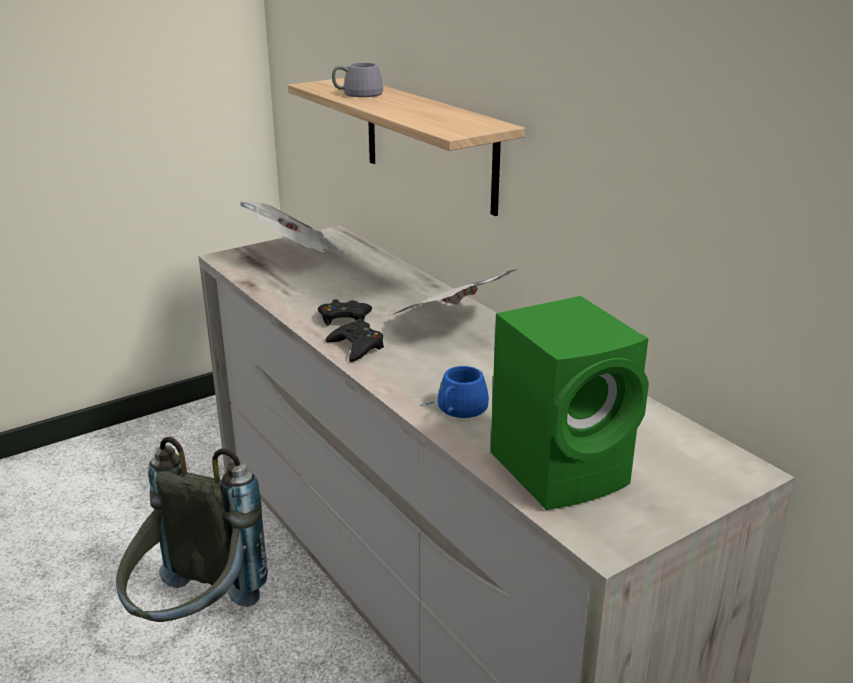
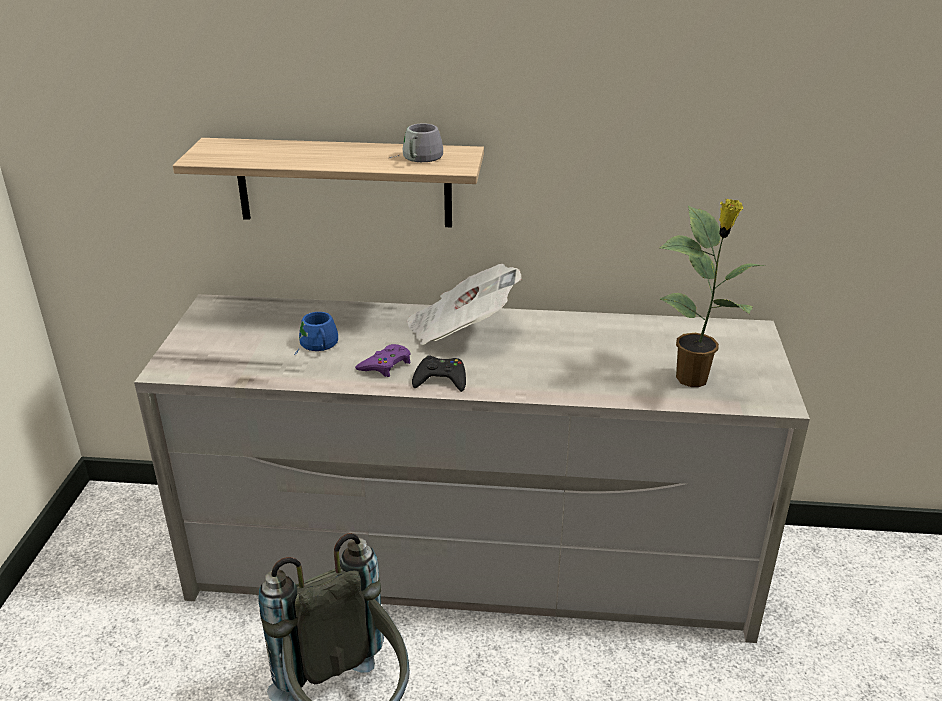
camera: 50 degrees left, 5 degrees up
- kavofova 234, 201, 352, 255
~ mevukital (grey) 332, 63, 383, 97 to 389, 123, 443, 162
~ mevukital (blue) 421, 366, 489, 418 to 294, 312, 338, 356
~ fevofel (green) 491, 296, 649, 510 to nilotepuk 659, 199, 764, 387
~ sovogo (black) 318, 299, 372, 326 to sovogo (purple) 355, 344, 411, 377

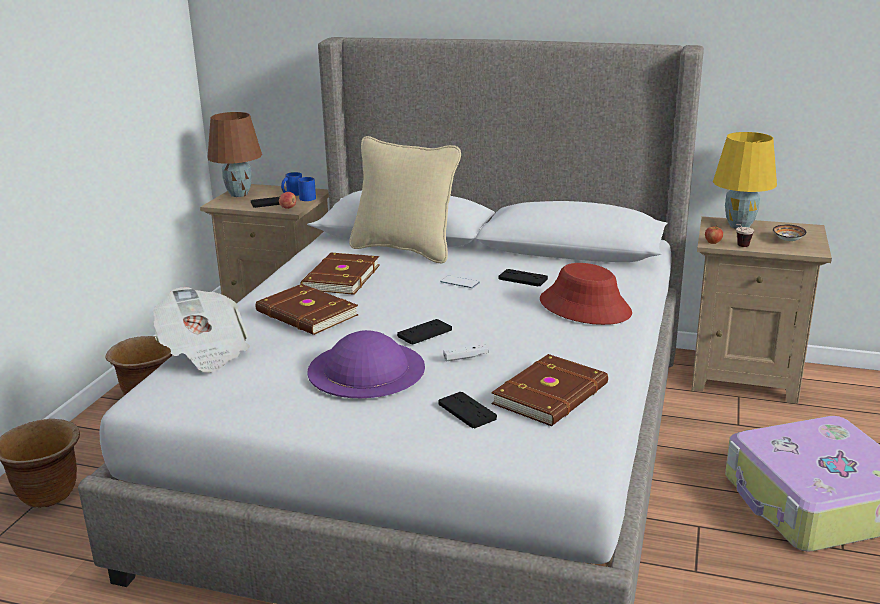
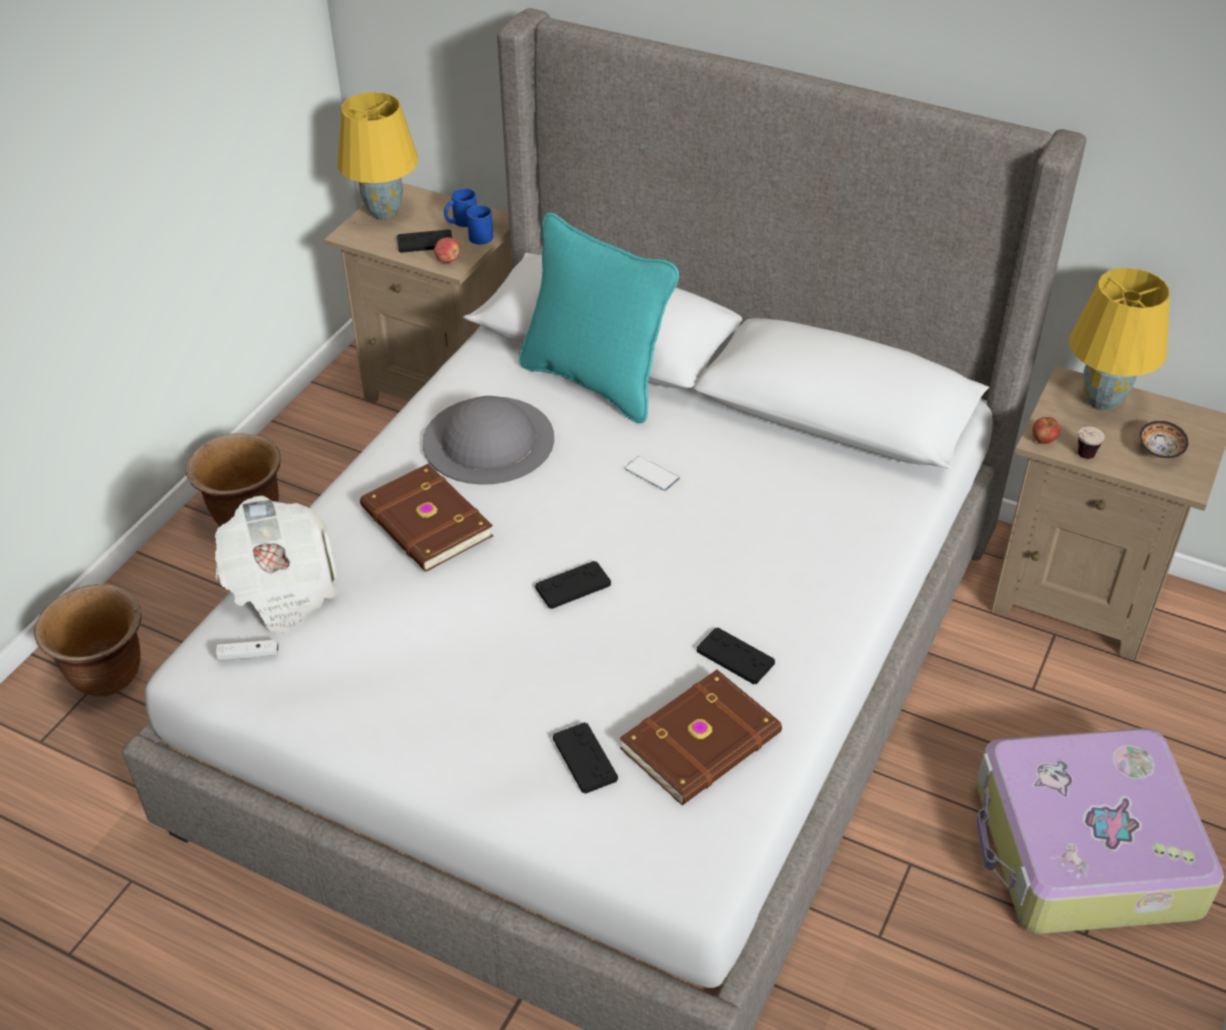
camera: 10 degrees right, 20 degrees up
- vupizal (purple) 307, 330, 425, 398
- vupizal (red) 540, 263, 632, 325
~ sovogo (white) 443, 344, 489, 361 to 216, 640, 279, 661
~ sovogo (black) 498, 269, 548, 287 to 697, 628, 775, 684
~ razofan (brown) 300, 253, 380, 295 to vupizal (grey) 422, 396, 554, 485
~ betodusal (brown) 207, 112, 262, 197 to betodusal (yellow) 337, 92, 418, 220
~ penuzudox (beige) 349, 136, 461, 263 to penuzudox (turquoise) 518, 212, 679, 423

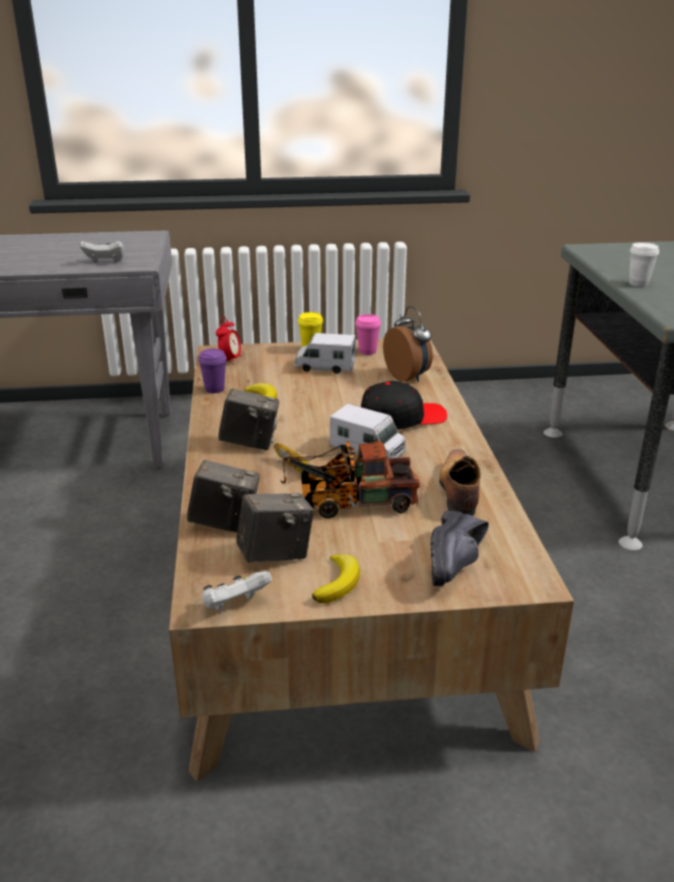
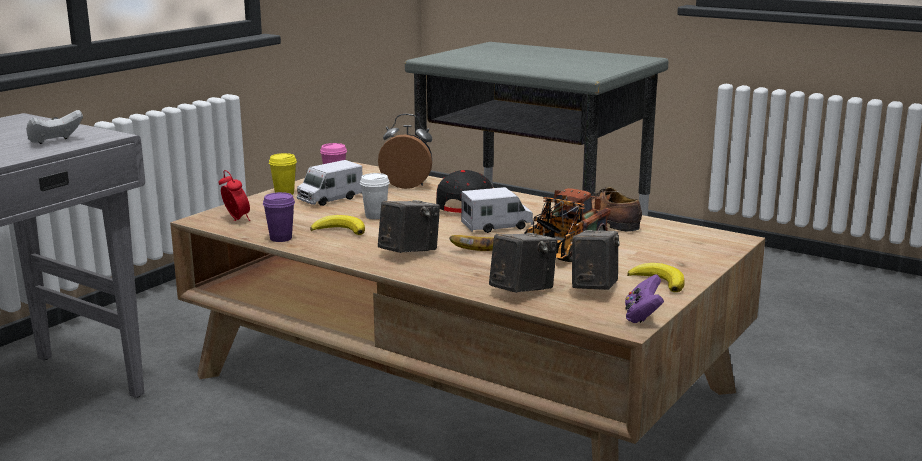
camera: 50 degrees left, 10 degrees down
- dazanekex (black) 431, 511, 489, 586
~ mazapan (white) 629, 242, 659, 287 to 360, 173, 390, 219
~ sovogo (white) 202, 571, 272, 611 to sovogo (purple) 625, 274, 664, 323

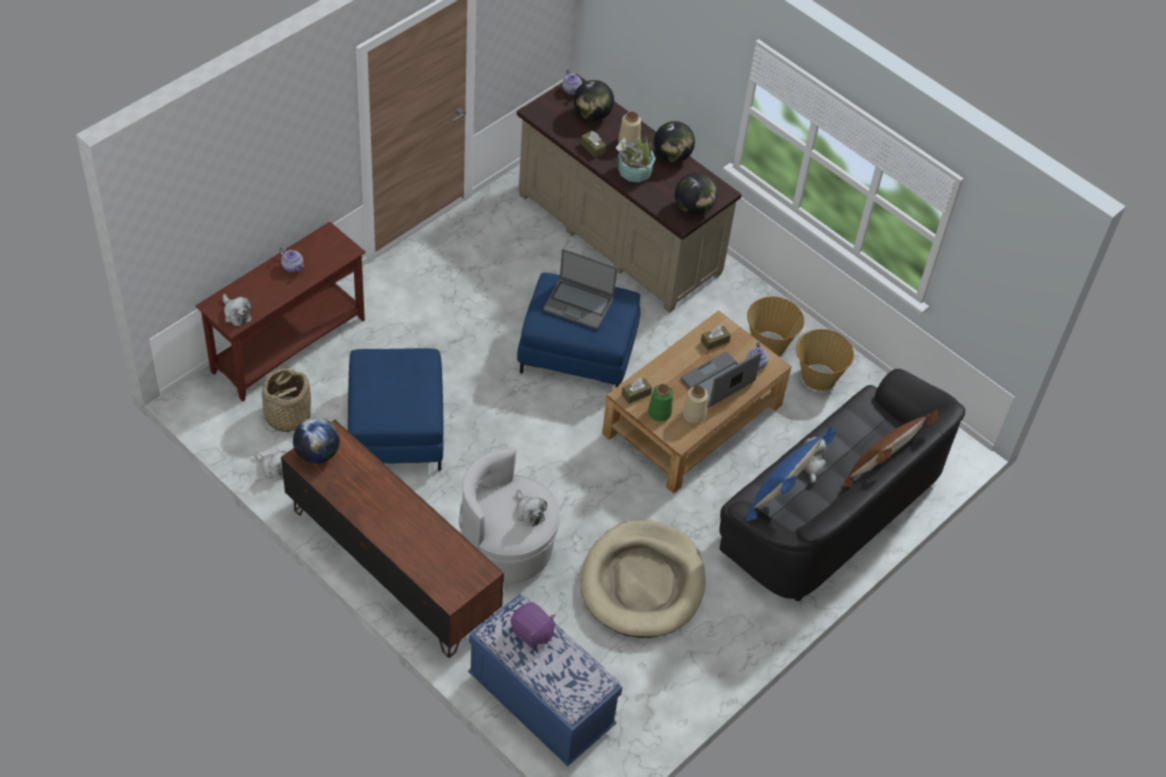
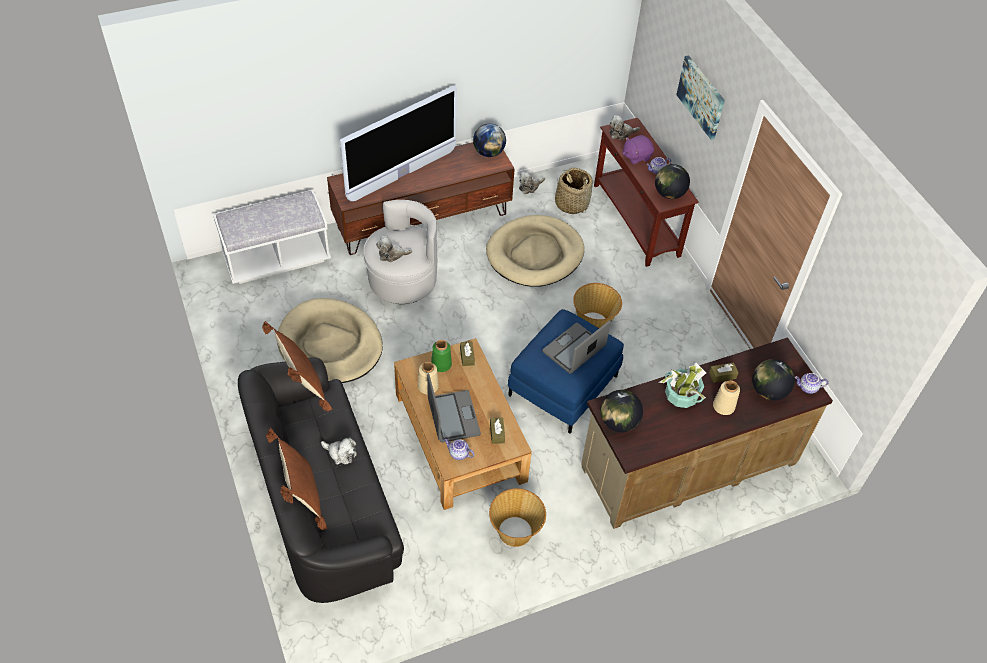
camera: 115 degrees right, 0 degrees up
+ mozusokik 340, 85, 457, 201
+ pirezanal 676, 55, 725, 140
~ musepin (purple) 510, 602, 555, 648 to 623, 135, 654, 165
~ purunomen 654, 121, 695, 163 to 655, 164, 690, 199
~ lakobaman 796, 329, 854, 391 to 573, 283, 622, 328
~ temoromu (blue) 348, 348, 443, 470 to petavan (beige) 486, 215, 585, 287
~ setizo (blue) 468, 594, 622, 766 to setizo (white) 213, 190, 331, 284
~ penuzudox (blue) 746, 427, 835, 521 to penuzudox (brown) 262, 321, 332, 411

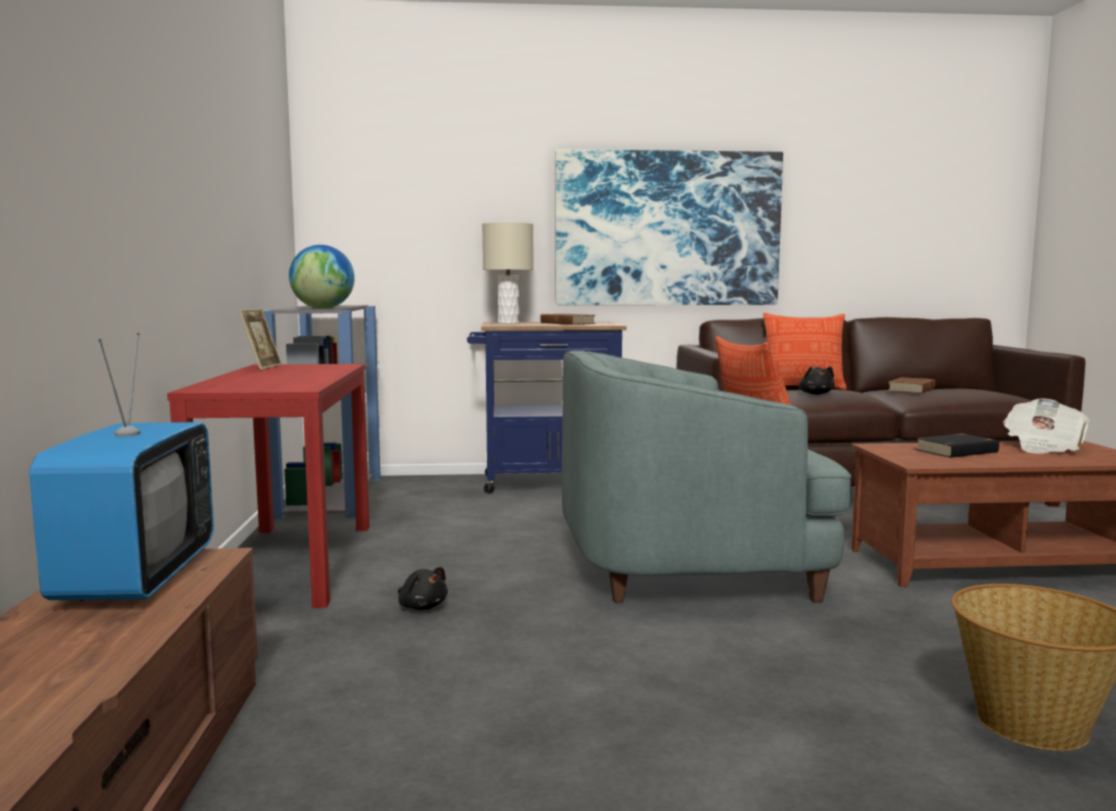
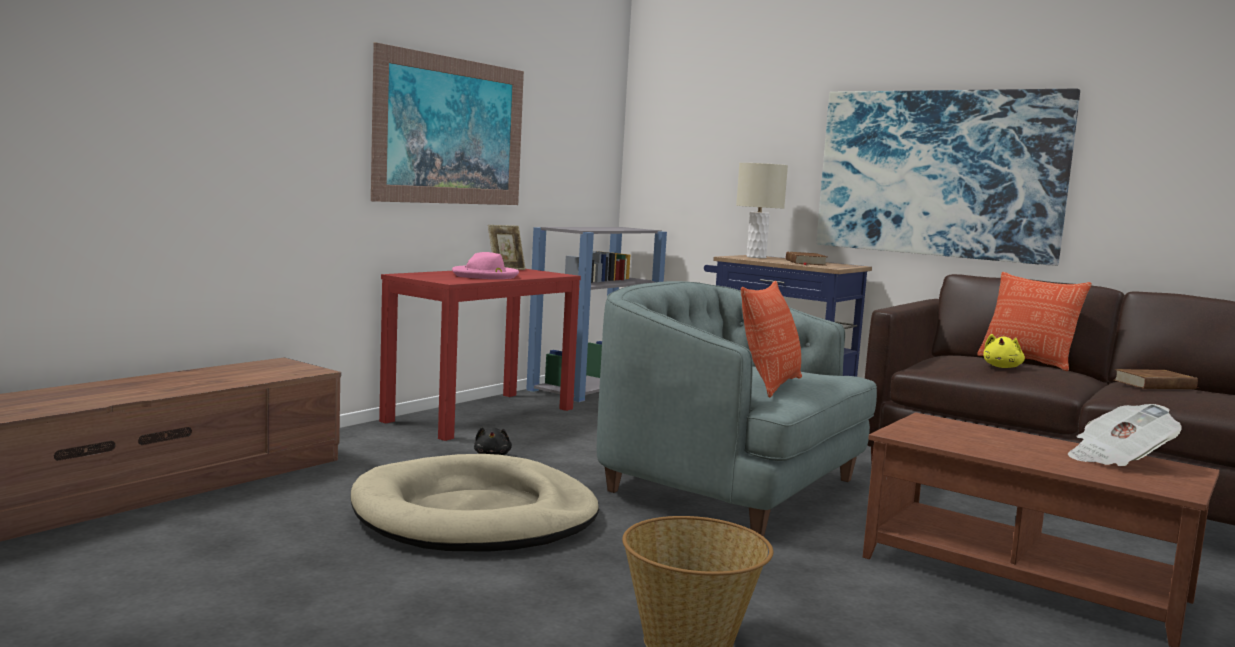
camera: 40 degrees right, 0 degrees up
- mozusokik 29, 333, 214, 601
- purunomen 289, 245, 355, 309
- razofan (black) 915, 433, 999, 458
+ petavan (beige) 350, 454, 599, 552
+ pirezanal 371, 42, 524, 205
+ vupizal (pink) 452, 252, 519, 279
~ musepin (black) 799, 366, 834, 395 to musepin (yellow) 983, 334, 1025, 368

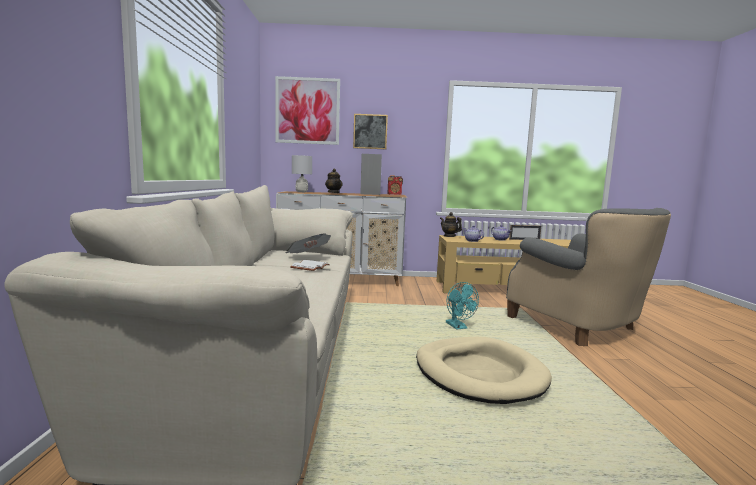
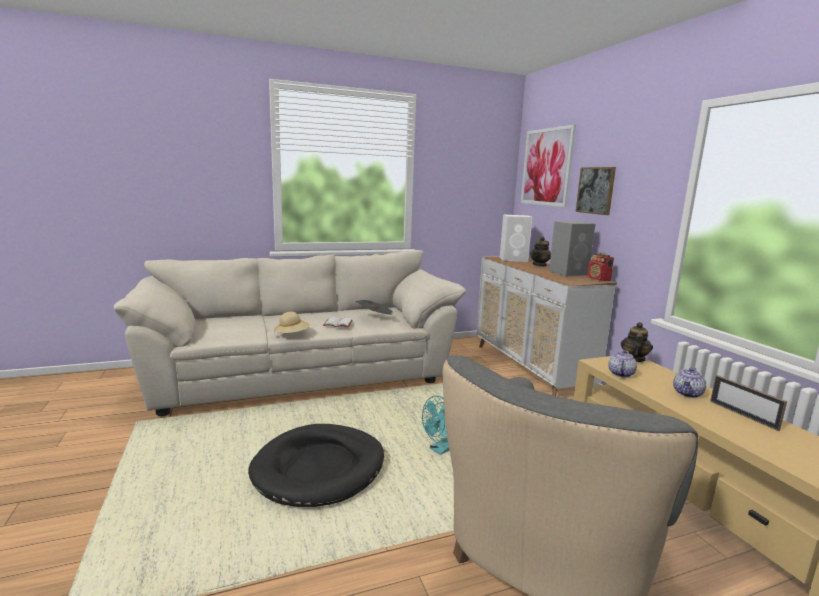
camera: 70 degrees right, 5 degrees up
+ vupizal (beige) 274, 312, 310, 336
~ betodusal (grey) 292, 155, 312, 192 to fevofel (white) 500, 215, 532, 262
~ petavan (beige) 416, 337, 552, 404 to petavan (black) 248, 424, 384, 507

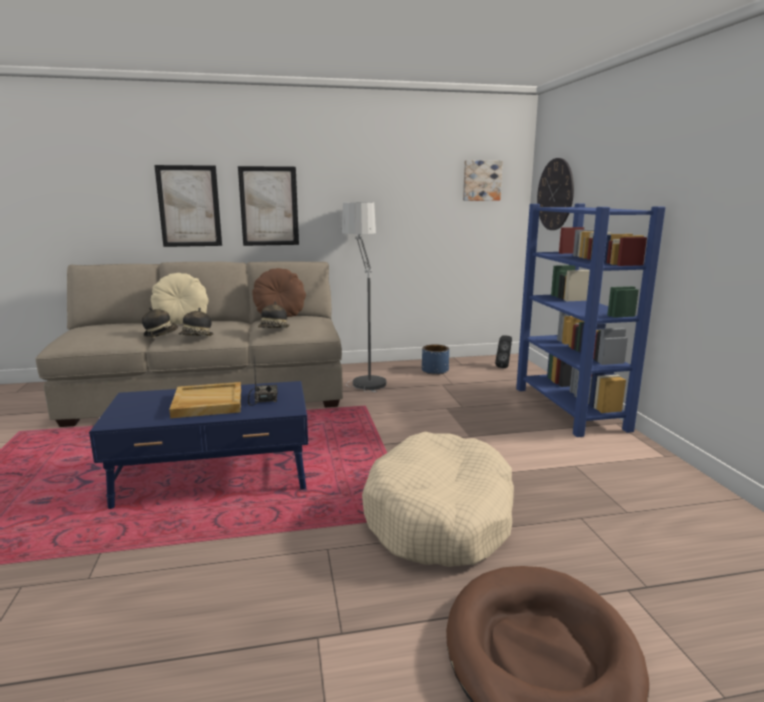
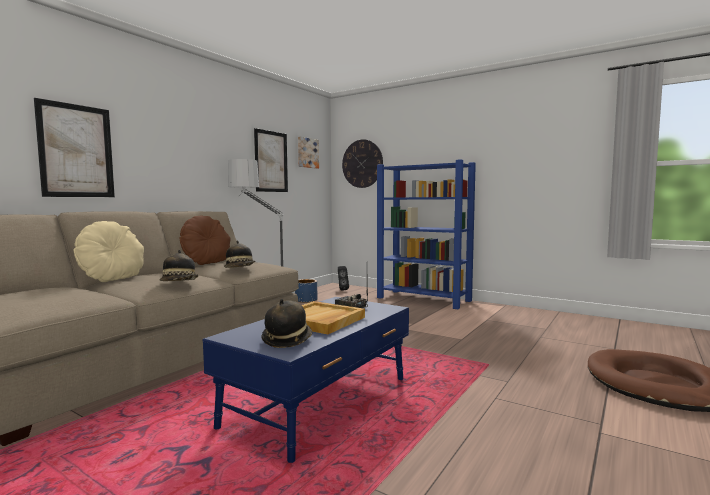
camera: 45 degrees left, 10 degrees down
- petavan (beige) 362, 432, 514, 567
~ vupizal 142, 307, 178, 337 to 261, 299, 312, 348
~ pirezanal 238, 166, 299, 246 to 254, 128, 288, 192

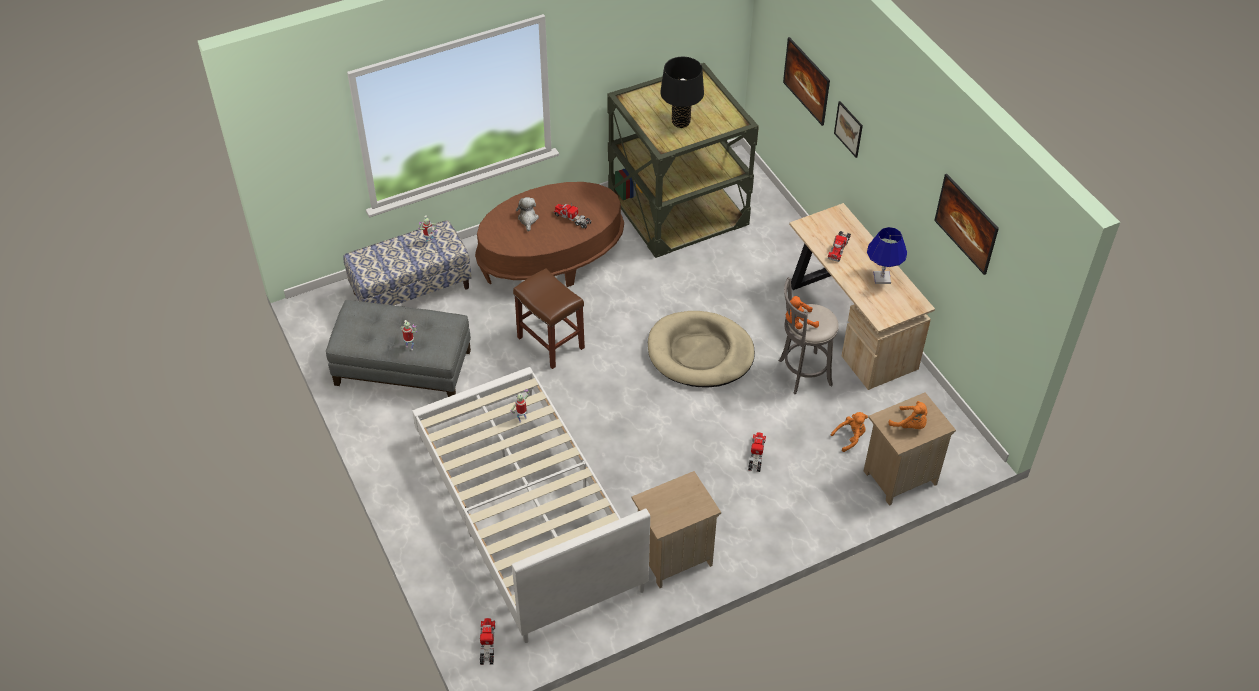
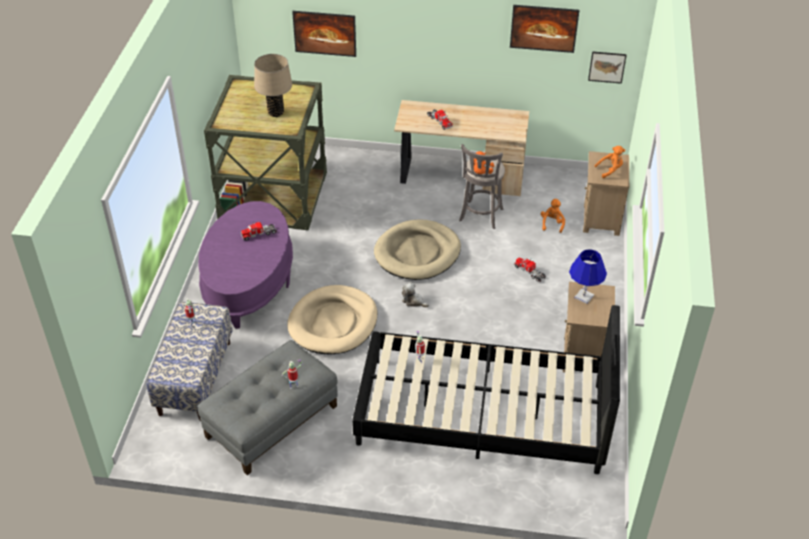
camera: 55 degrees left, 5 degrees down
- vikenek 480, 618, 495, 665
~ musepin 516, 197, 539, 232 to 402, 282, 429, 307
~ pirezanal 834, 101, 863, 158 to 588, 51, 627, 84
~ betodusal (blue) 867, 227, 907, 284 to 569, 249, 607, 304
~ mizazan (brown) 513, 268, 585, 369 to petavan (beige) 287, 285, 377, 354
~ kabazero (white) 412, 367, 650, 643 to kabazero (black) 352, 305, 620, 474
~ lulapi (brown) 475, 182, 624, 287 to lulapi (purple) 198, 201, 293, 329
~ betodusal (black) 660, 57, 704, 128 to betodusal (beige) 254, 54, 292, 117

